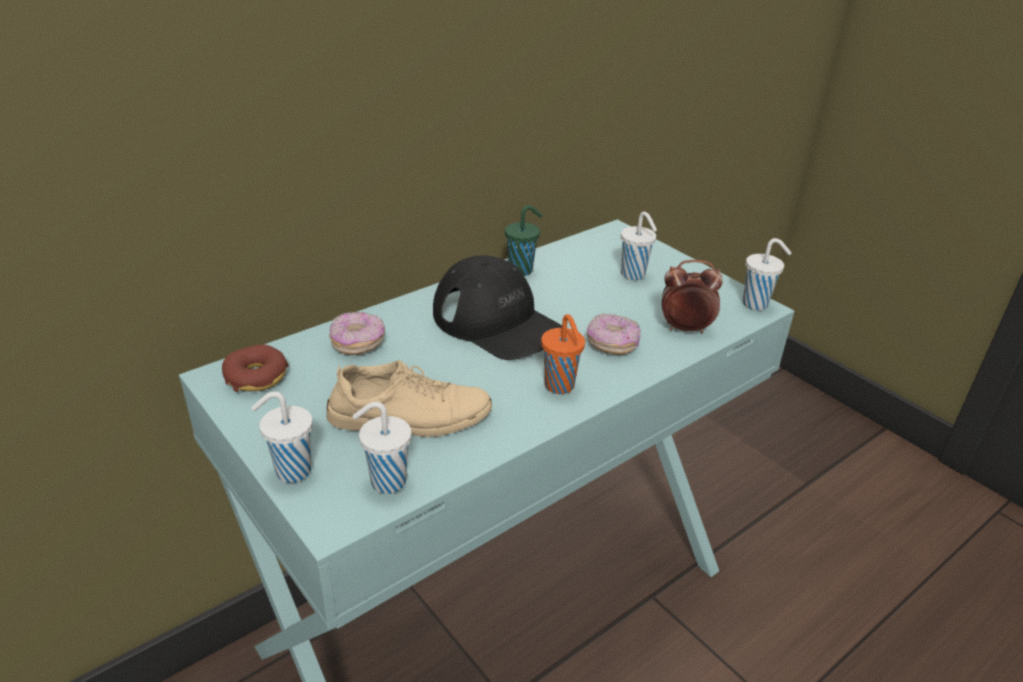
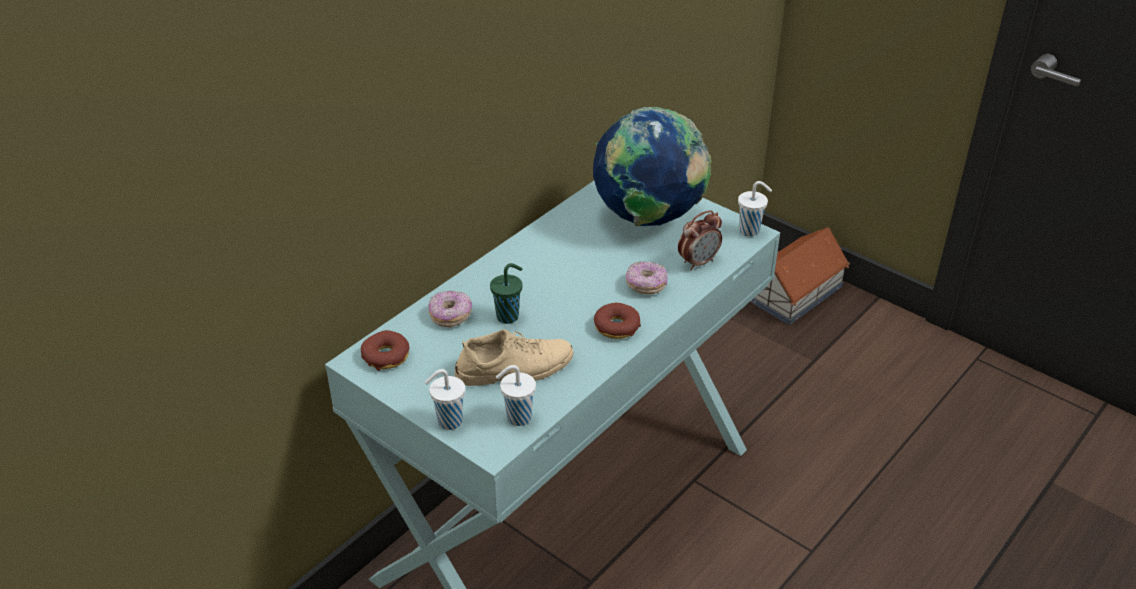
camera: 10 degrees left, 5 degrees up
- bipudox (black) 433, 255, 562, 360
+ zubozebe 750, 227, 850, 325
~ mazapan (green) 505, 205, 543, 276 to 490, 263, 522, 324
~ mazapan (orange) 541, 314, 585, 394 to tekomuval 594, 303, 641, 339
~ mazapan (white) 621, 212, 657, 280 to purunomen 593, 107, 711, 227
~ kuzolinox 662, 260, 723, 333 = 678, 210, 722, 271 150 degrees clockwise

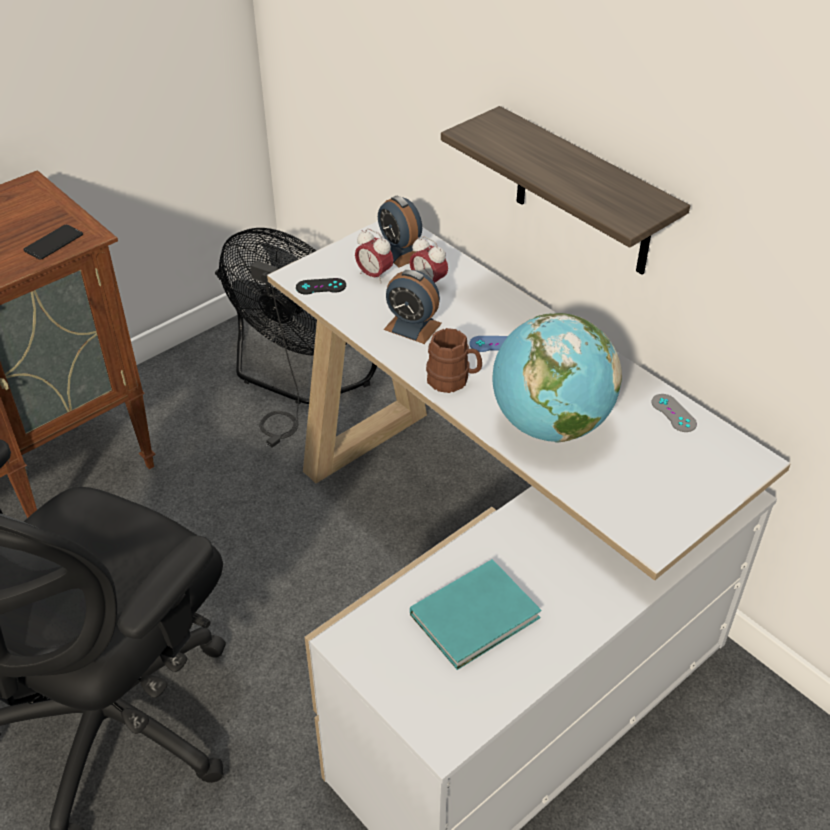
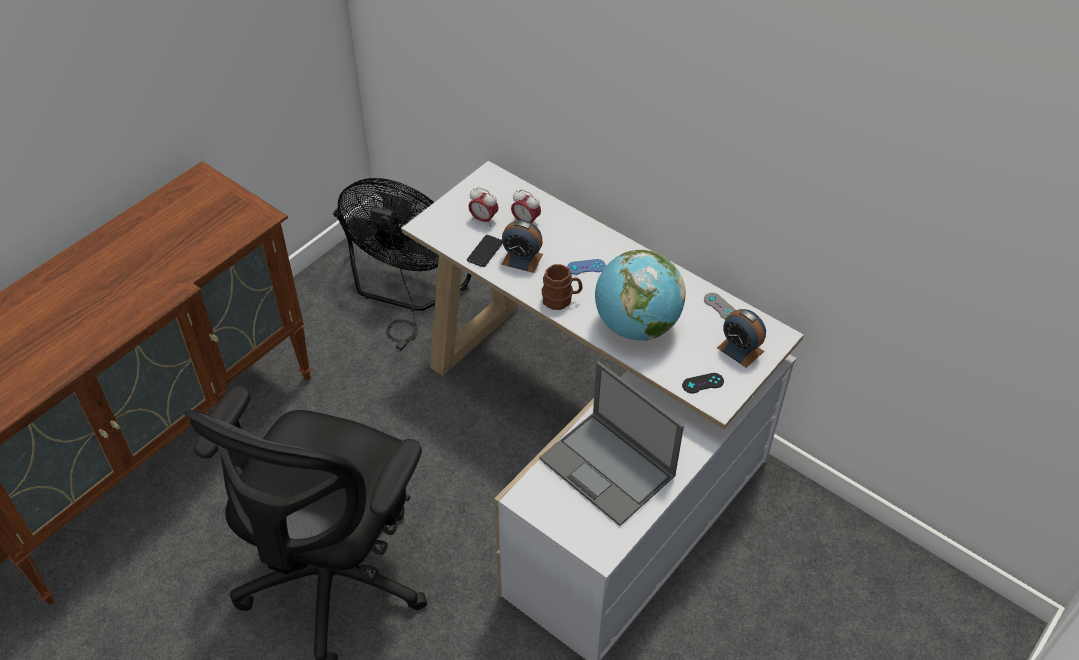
camera: 10 degrees left, 5 degrees up
- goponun 441, 106, 690, 275
~ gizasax 23, 225, 83, 259 to 467, 235, 503, 267
~ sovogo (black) 296, 278, 346, 295 to 682, 373, 724, 393
~ kuzolinox 378, 196, 422, 267 to 717, 309, 766, 368
~ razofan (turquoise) 410, 559, 541, 670 to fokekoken 539, 361, 684, 526

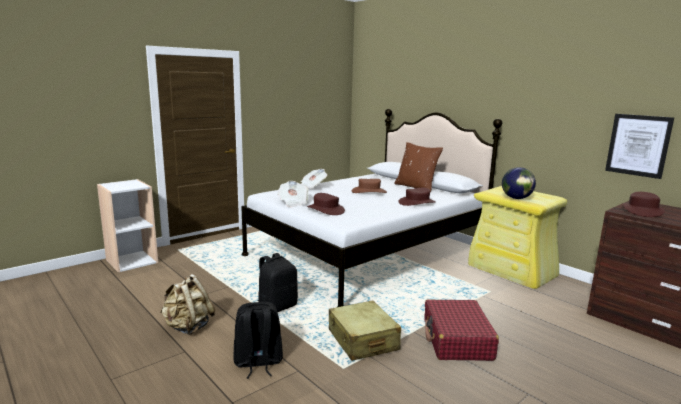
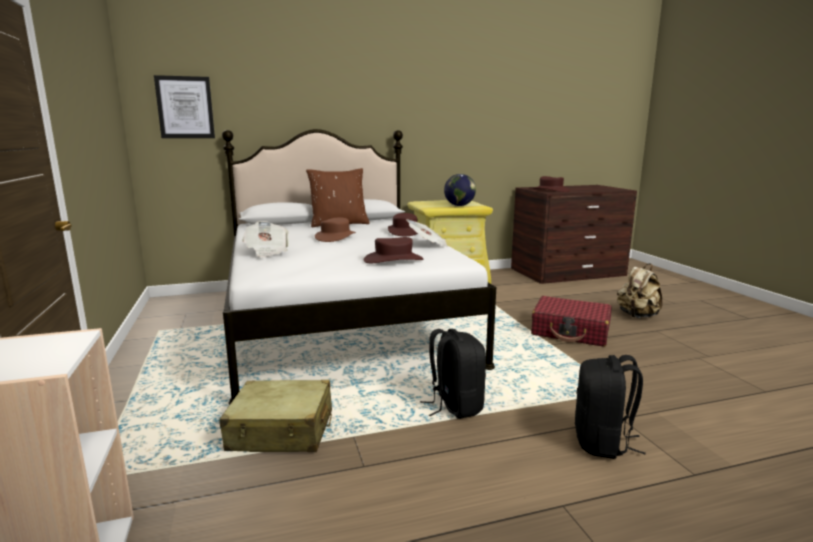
camera: 65 degrees left, 0 degrees up
~ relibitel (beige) 160, 274, 215, 335 to 617, 264, 662, 318
~ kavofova 277, 181, 309, 207 to 406, 219, 448, 247
~ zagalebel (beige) 329, 300, 401, 361 to 219, 380, 332, 452
~ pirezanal 605, 114, 674, 179 to 154, 75, 215, 138

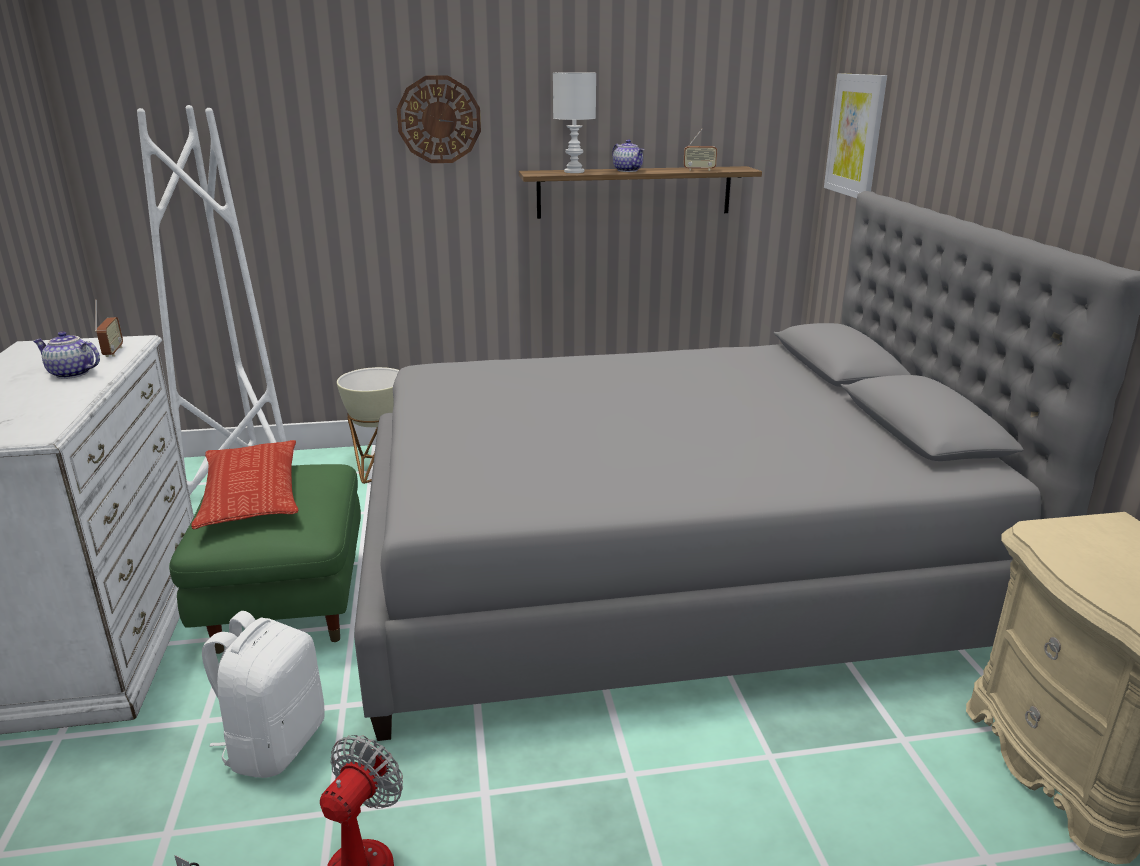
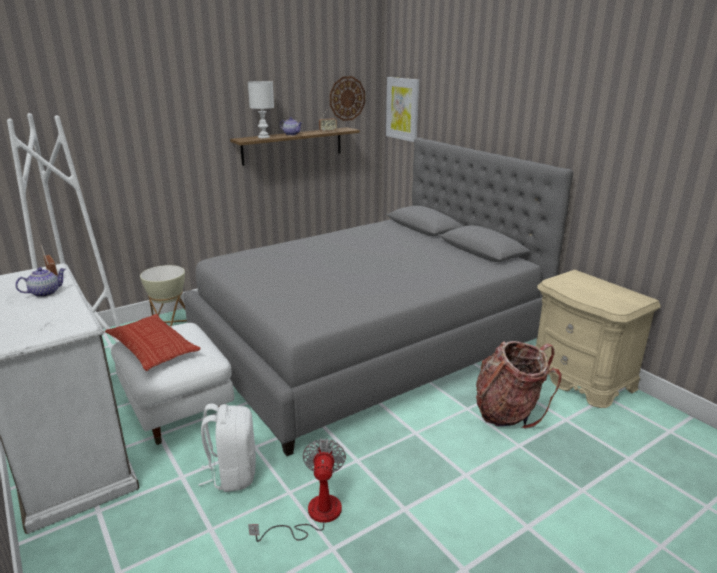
camera: 25 degrees left, 0 degrees up
+ relibitel 476, 341, 562, 429
~ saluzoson 397, 76, 481, 163 to 330, 76, 365, 121
~ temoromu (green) 169, 464, 361, 654 to temoromu (white) 111, 323, 234, 445
~ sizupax 33, 331, 100, 379 = 15, 267, 66, 297 150 degrees clockwise

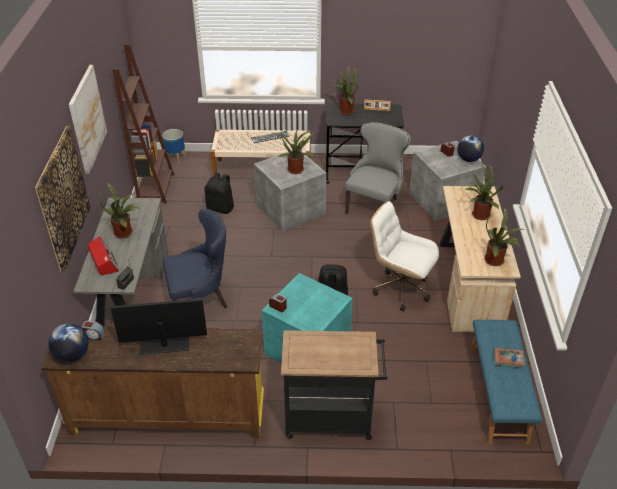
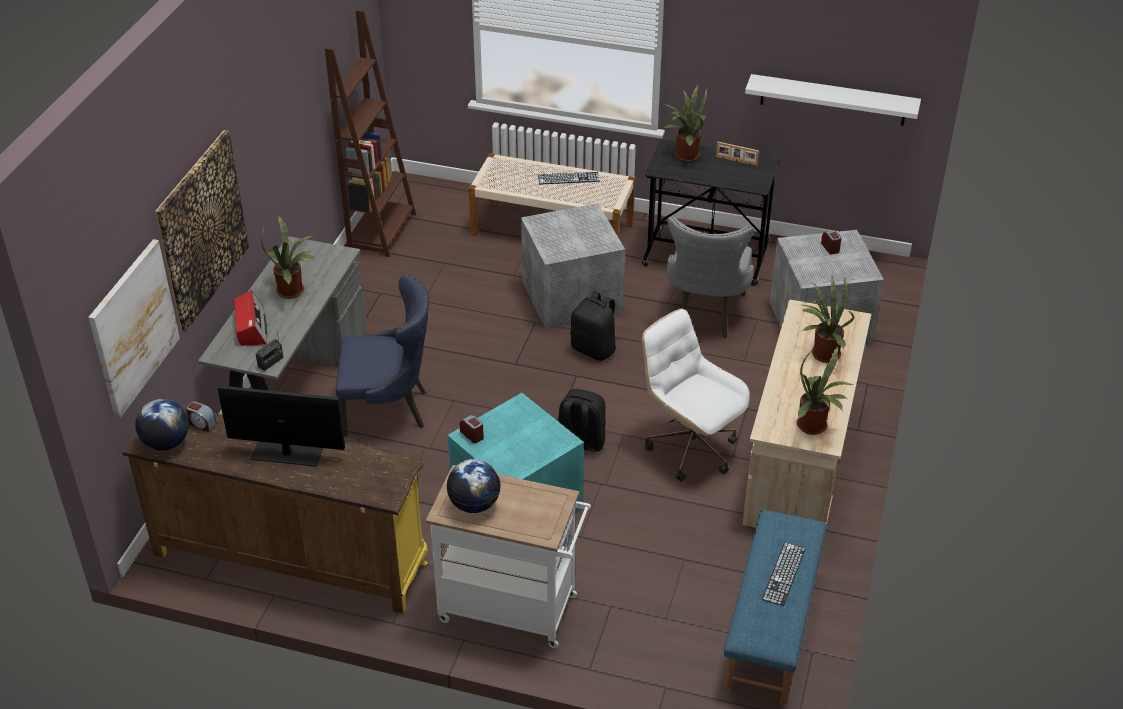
camera: 15 degrees right, 0 degrees up
- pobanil 162, 129, 186, 164
- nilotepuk 273, 130, 316, 174
+ goponun (white) 745, 74, 921, 126
~ pirezanal 69, 65, 107, 174 to 88, 239, 180, 418
~ relibitel (black) 205, 172, 234, 214 to 570, 291, 617, 361
~ purunomen 457, 136, 484, 162 to 447, 459, 501, 513
~ razofan 494, 348, 525, 368 to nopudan 762, 542, 806, 606
~ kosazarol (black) 281, 330, 388, 440 to kosazarol (white) 426, 465, 591, 648
~ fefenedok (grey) 345, 122, 411, 214 = 667, 216, 754, 338 150 degrees clockwise

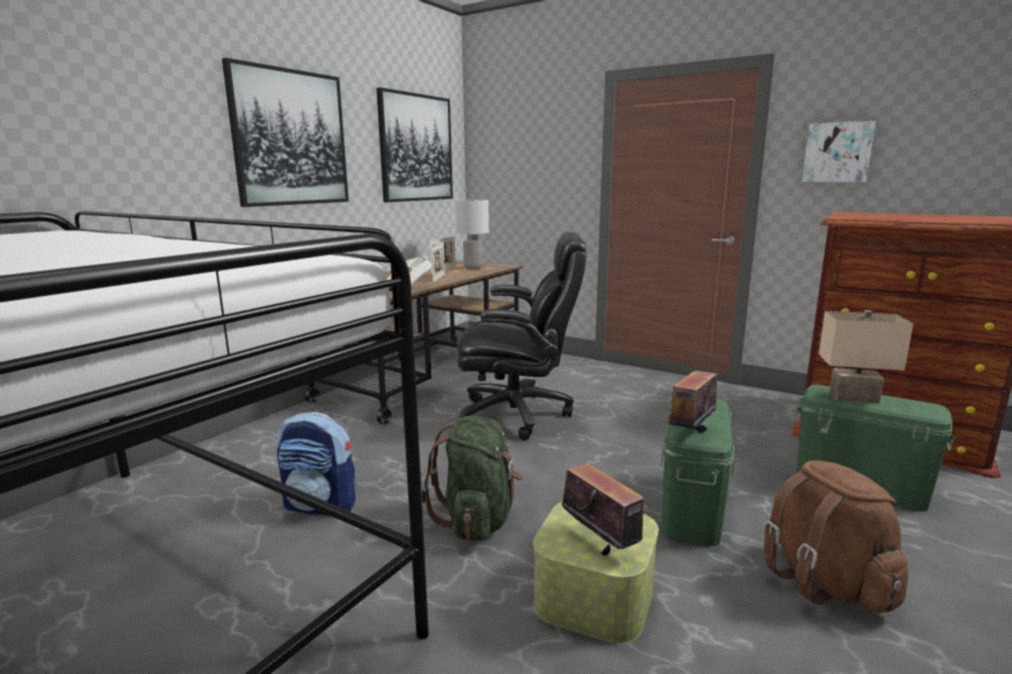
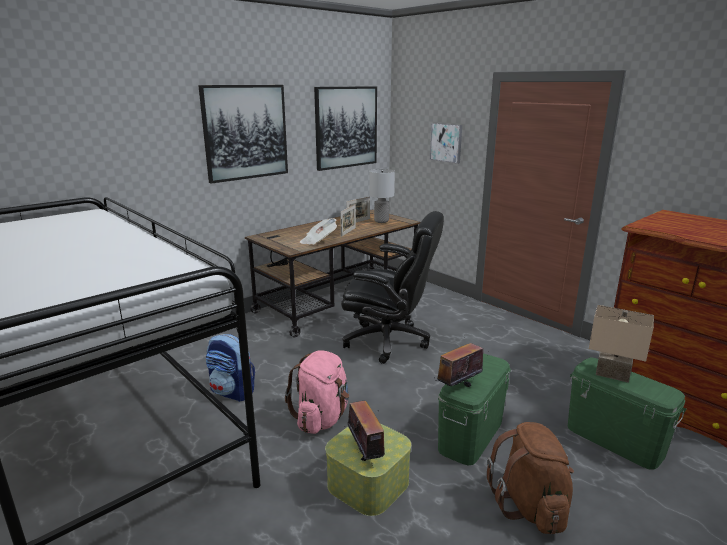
camera: 15 degrees right, 5 degrees up
~ pirezanal 800, 119, 877, 183 to 430, 123, 462, 164
~ relibitel (green) 422, 416, 523, 541 to relibitel (pink) 285, 351, 350, 434

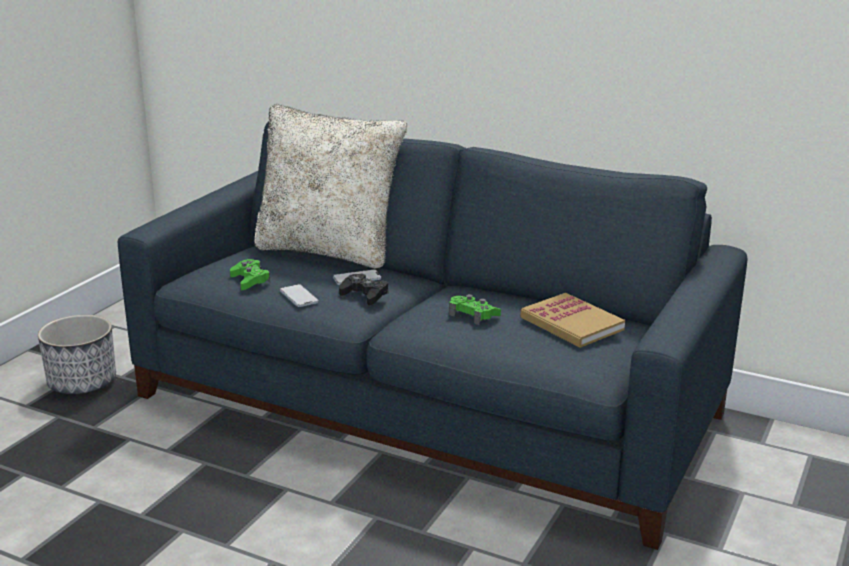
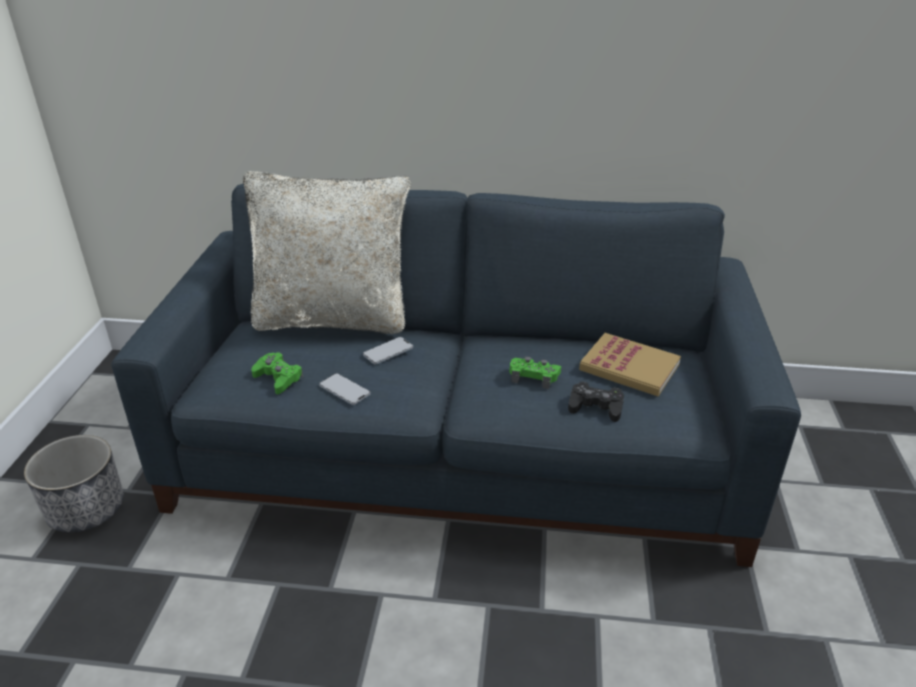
camera: 20 degrees left, 10 degrees up
~ sovogo (black) 339, 274, 389, 305 to 568, 382, 624, 422

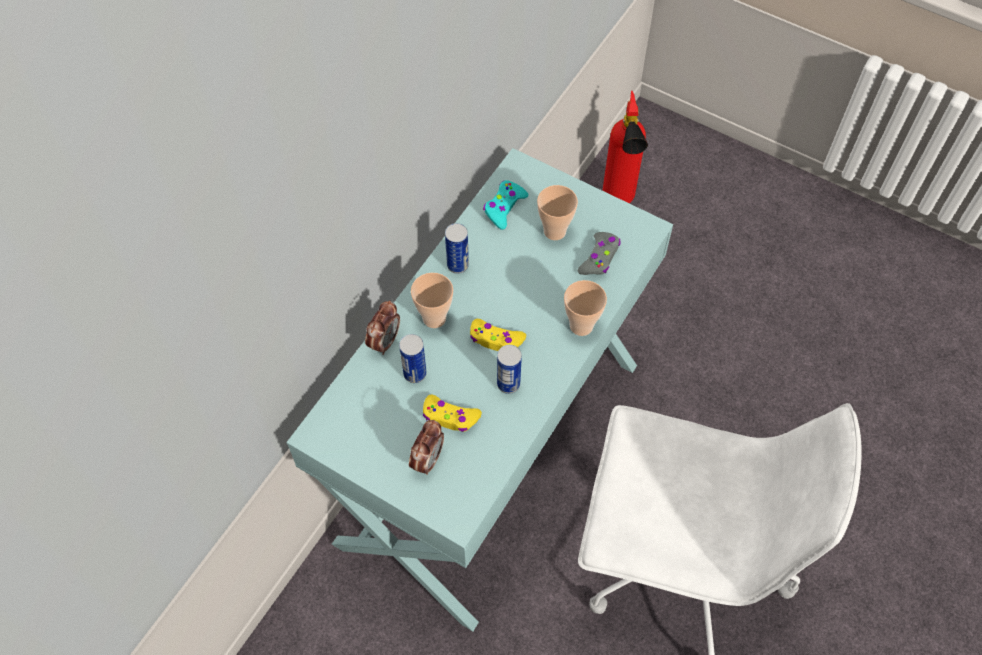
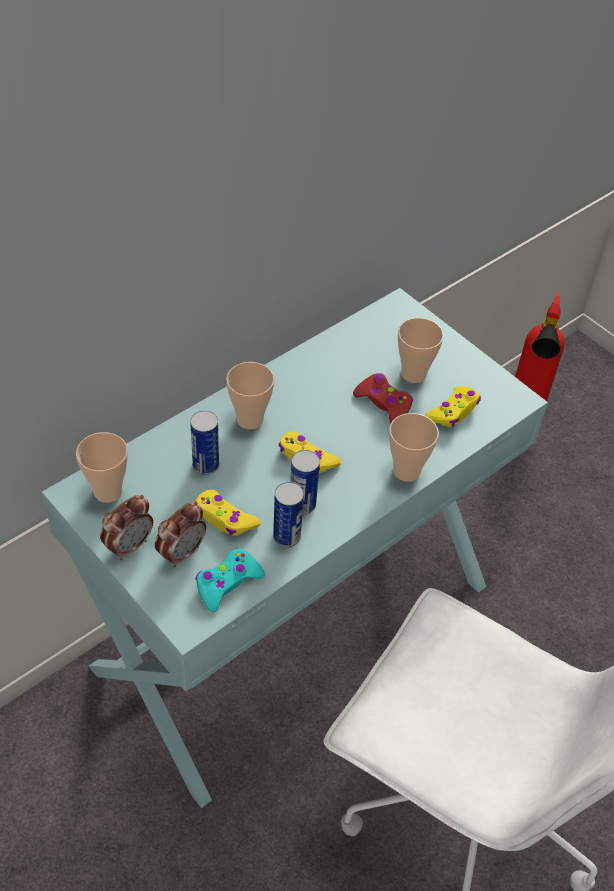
camera: 15 degrees right, 10 degrees down
+ mazapan 76, 432, 128, 503
+ sovogo (red) 353, 373, 413, 423
~ kuzolinox 365, 300, 400, 355 to 100, 495, 153, 560
~ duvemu 445, 223, 469, 274 to 273, 482, 304, 547
~ sovogo (turquoise) 483, 180, 528, 230 to 195, 548, 265, 612
~ sovogo (grey) 578, 232, 621, 275 to sovogo (yellow) 424, 386, 481, 427

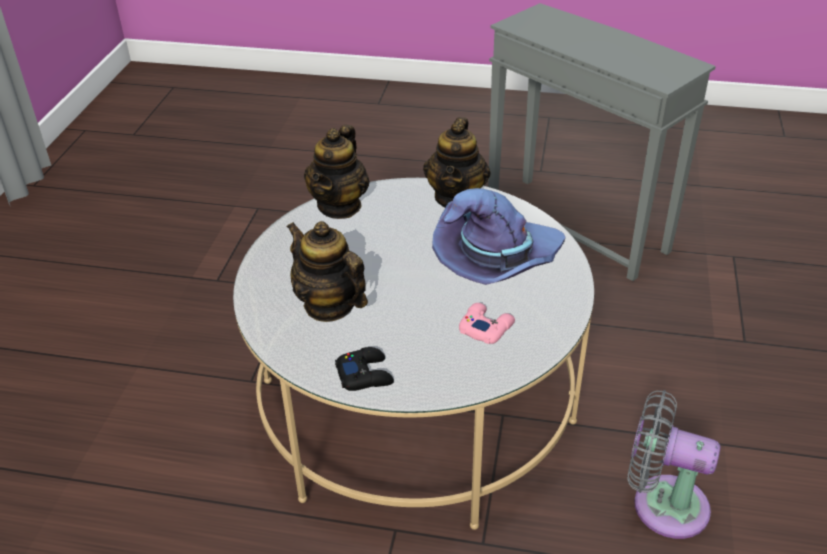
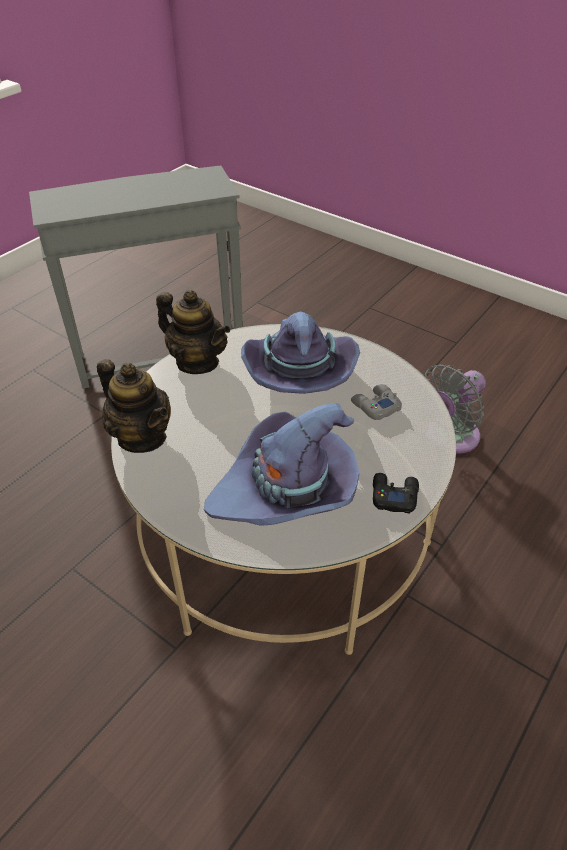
camera: 65 degrees left, 5 degrees up
~ sizupax 287, 221, 368, 322 to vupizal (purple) 204, 403, 359, 526
~ sovogo (pink) 459, 303, 515, 344 to sovogo (grey) 351, 384, 402, 420

